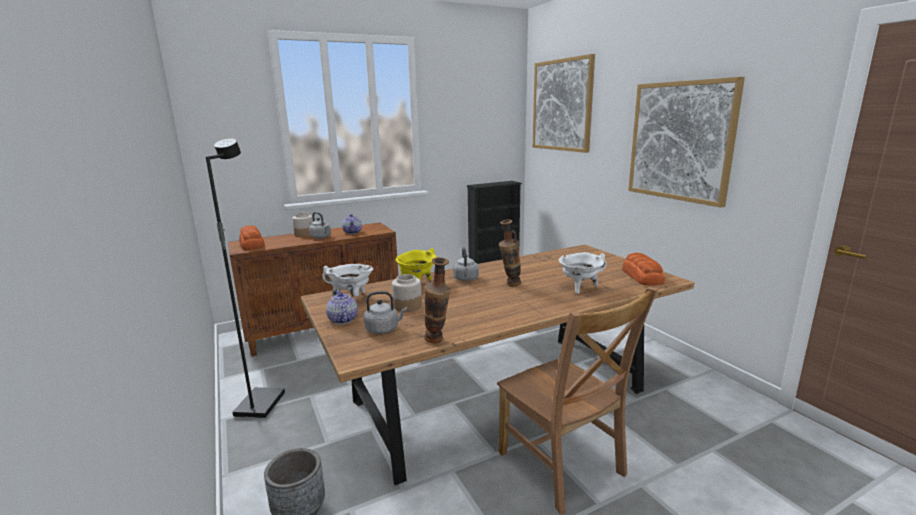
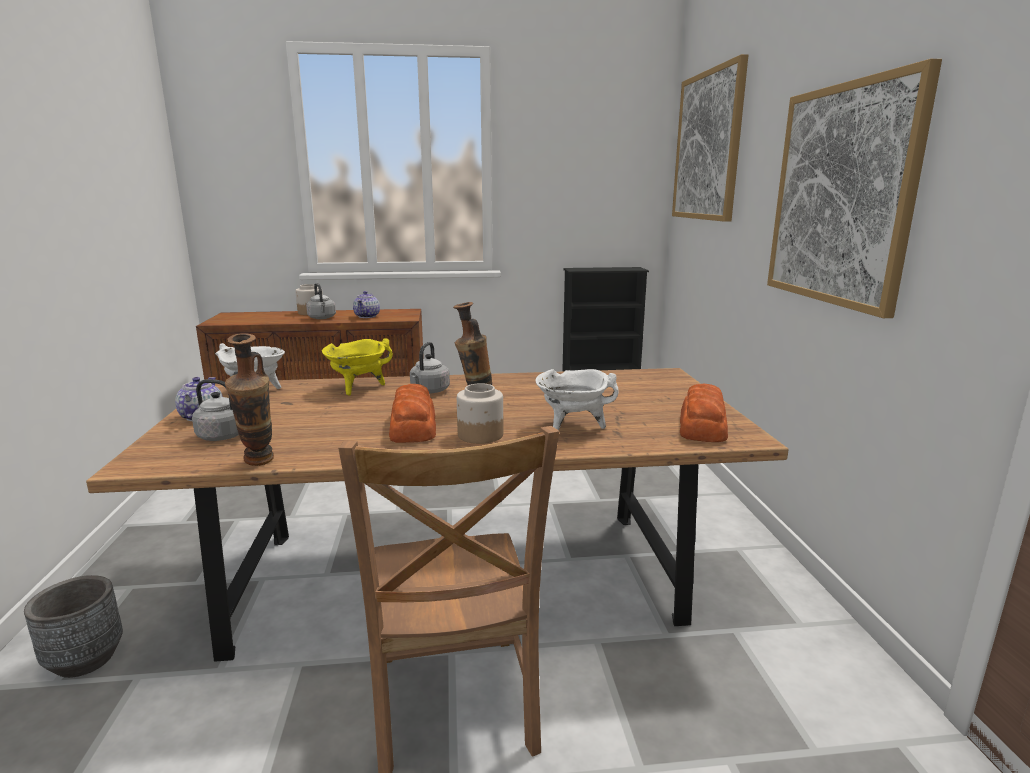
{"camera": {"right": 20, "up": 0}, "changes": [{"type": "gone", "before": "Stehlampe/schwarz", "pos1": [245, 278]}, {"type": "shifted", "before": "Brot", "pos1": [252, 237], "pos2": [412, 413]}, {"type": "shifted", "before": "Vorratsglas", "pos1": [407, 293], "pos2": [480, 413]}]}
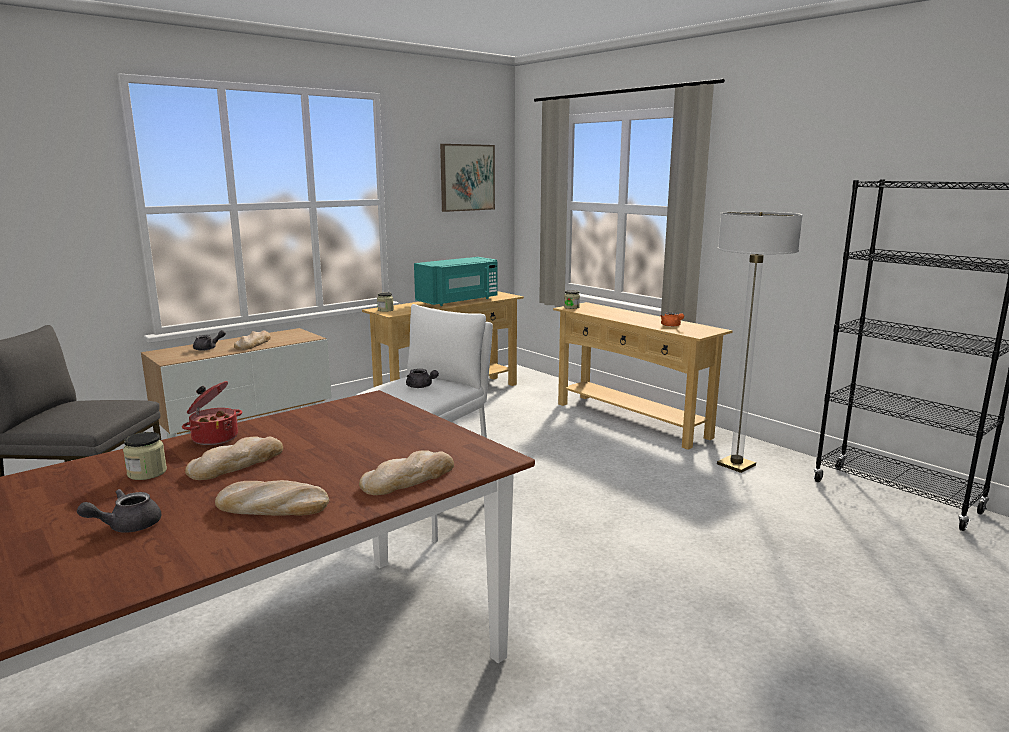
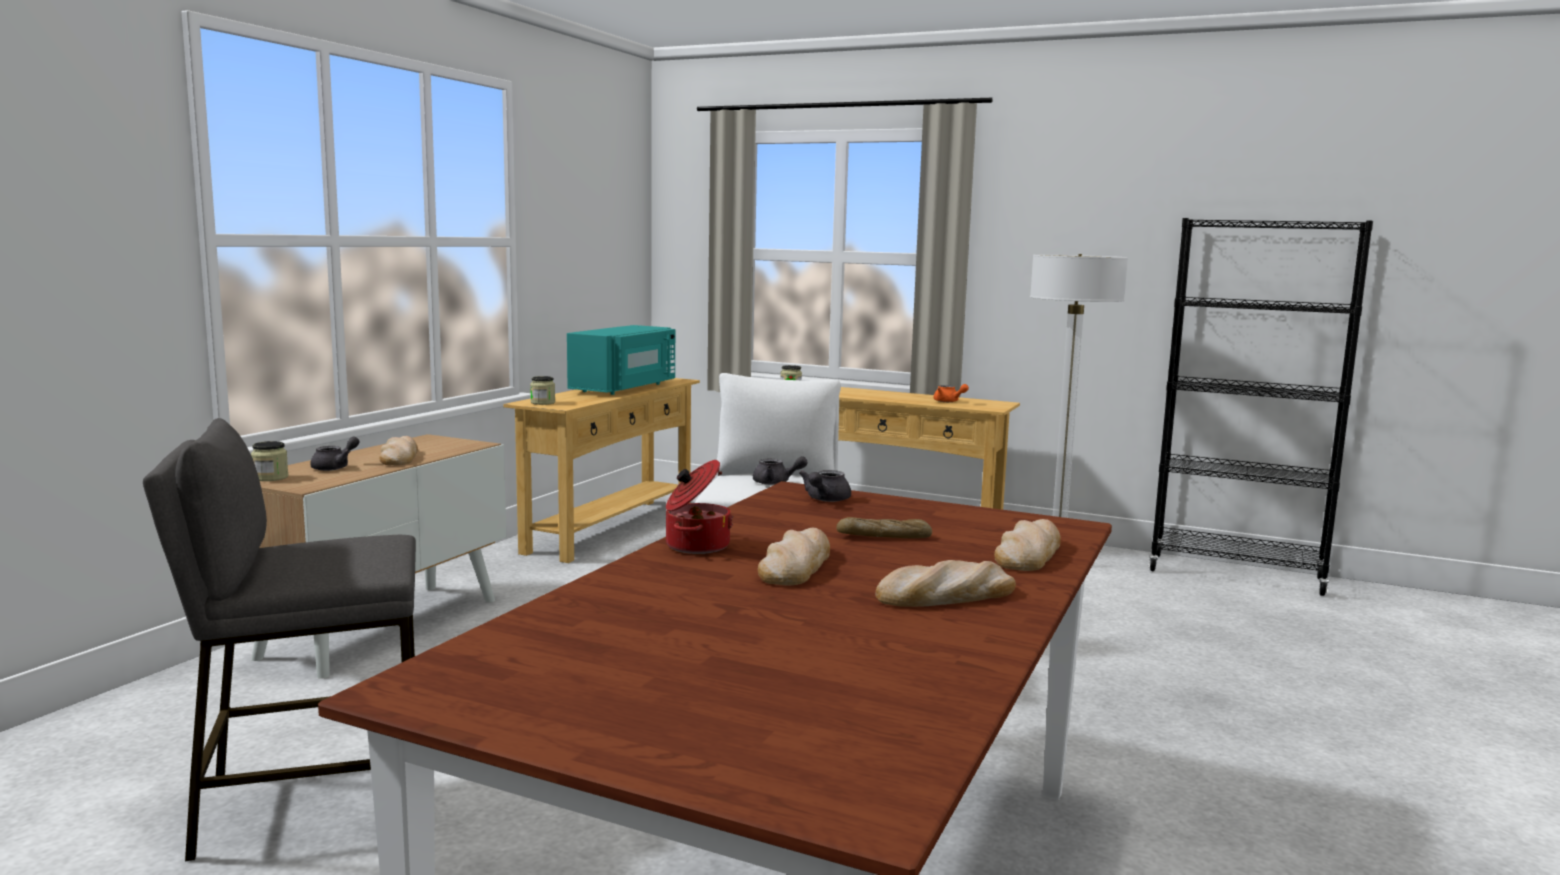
{"camera": {"right": -25, "up": -5}, "changes": [{"type": "gone", "before": "Bild", "pos1": [467, 178]}, {"type": "new", "after": "Brot", "pos2": [884, 527]}, {"type": "shifted", "before": "Teekanne/grau", "pos1": [119, 511], "pos2": [825, 486]}, {"type": "shifted", "before": "Vorratsglas", "pos1": [145, 456], "pos2": [269, 461]}]}
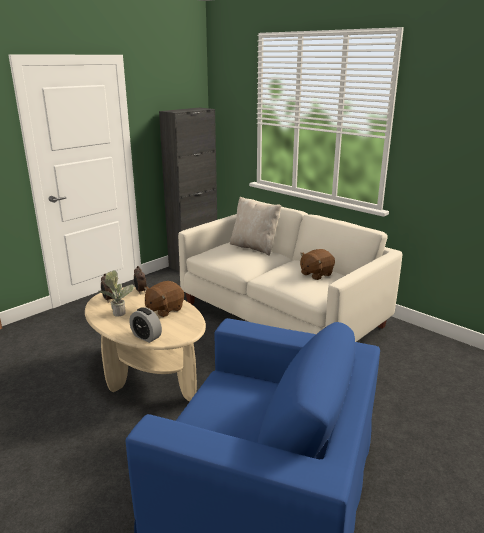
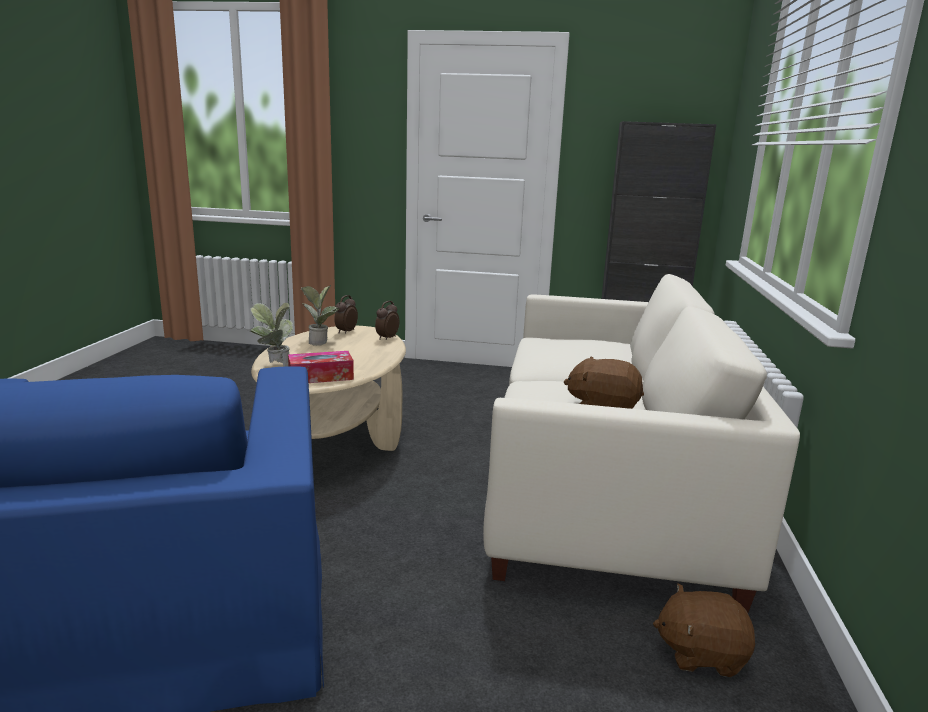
{"camera": {"right": 55, "up": -5}, "changes": [{"type": "gone", "before": "Kissen/beige", "pos1": [255, 226]}, {"type": "new", "after": "Taschentuchbox", "pos2": [321, 367]}, {"type": "shifted", "before": "Plüschtier/braun", "pos1": [164, 299], "pos2": [704, 630]}, {"type": "swapped", "before": "Wecker", "after": "Topfpflanze", "pos1": [145, 325], "pos2": [271, 335]}]}
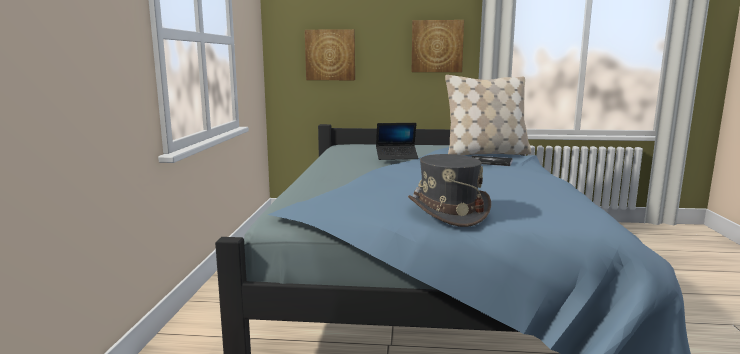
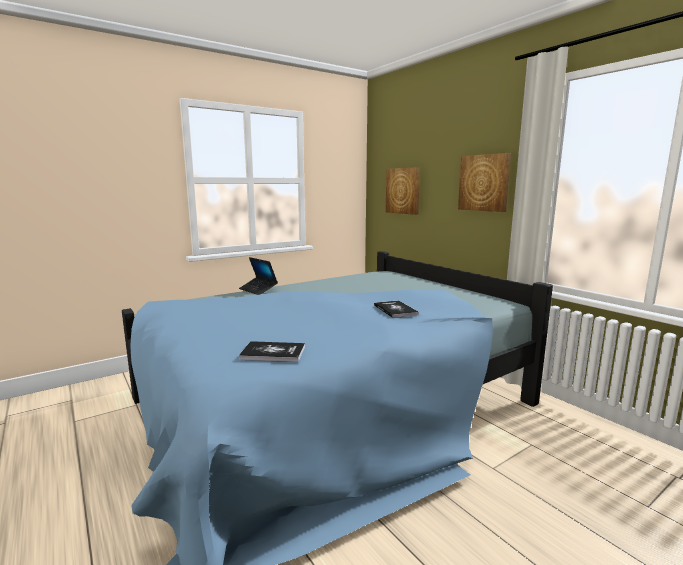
{"camera": {"right": 50, "up": 0}, "changes": [{"type": "gone", "before": "Hut/grau", "pos1": [449, 190]}, {"type": "gone", "before": "Kissen/beige", "pos1": [488, 115]}, {"type": "new", "after": "Buch", "pos2": [272, 351]}, {"type": "shifted", "before": "Laptop", "pos1": [397, 141], "pos2": [258, 276]}]}
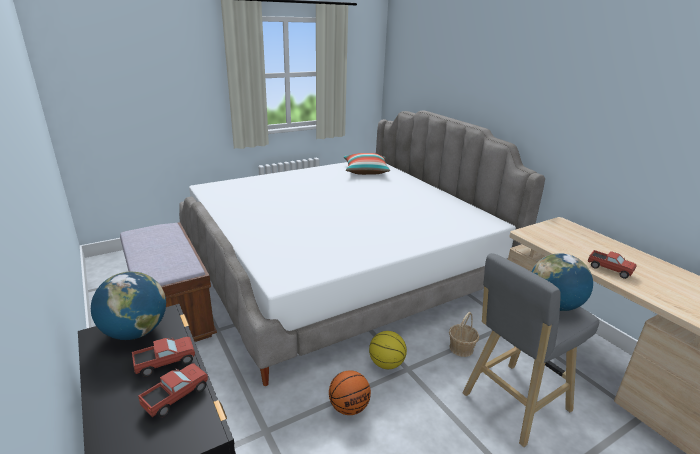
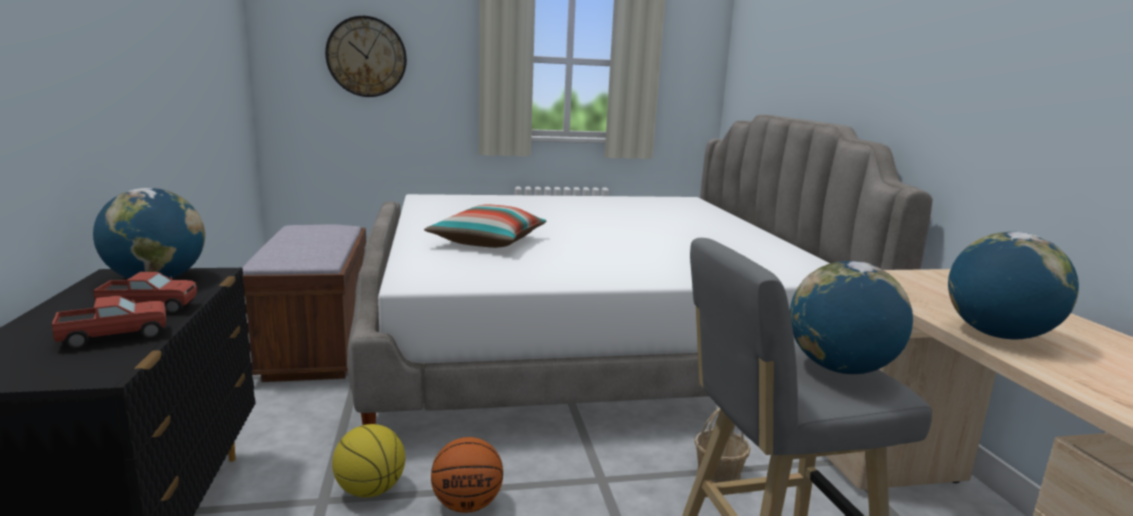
{"camera": {"right": 20, "up": -10}, "changes": [{"type": "new", "after": "Wanduhr", "pos2": [366, 56]}, {"type": "shifted", "before": "Kissen", "pos1": [367, 164], "pos2": [485, 226]}, {"type": "shifted", "before": "Basketball", "pos1": [388, 350], "pos2": [368, 460]}, {"type": "swapped", "before": "Spielzeuglaster", "after": "Globus", "pos1": [612, 264], "pos2": [1013, 285]}]}
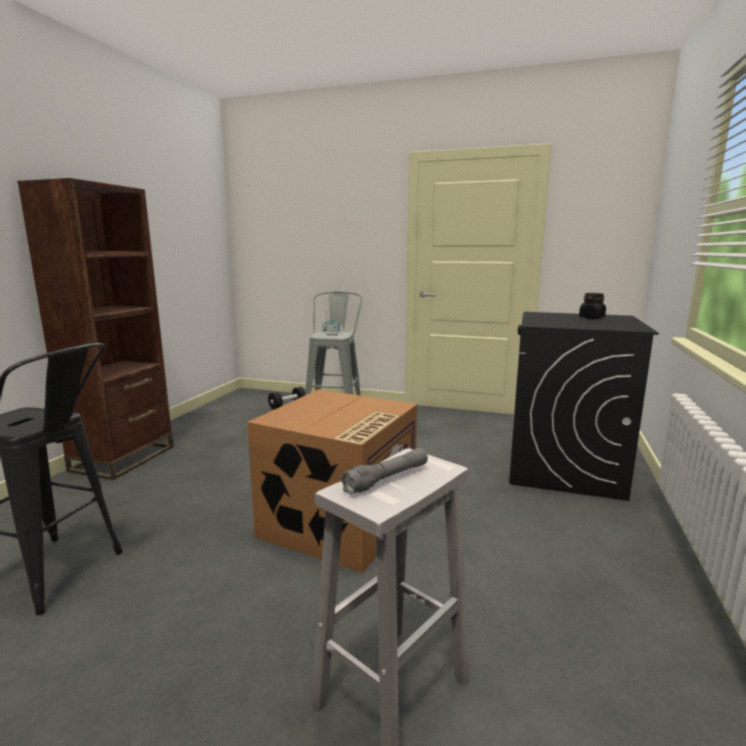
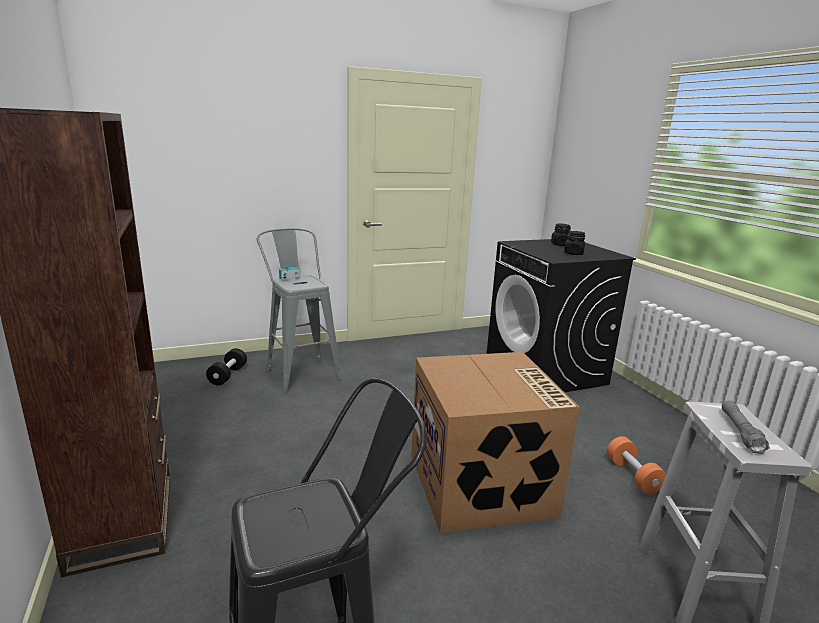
{"camera": {"right": -40, "up": 5}, "changes": [{"type": "new", "after": "Vorratsglas/schwarz", "pos2": [574, 243]}, {"type": "new", "after": "Hantel/orange", "pos2": [636, 465]}]}
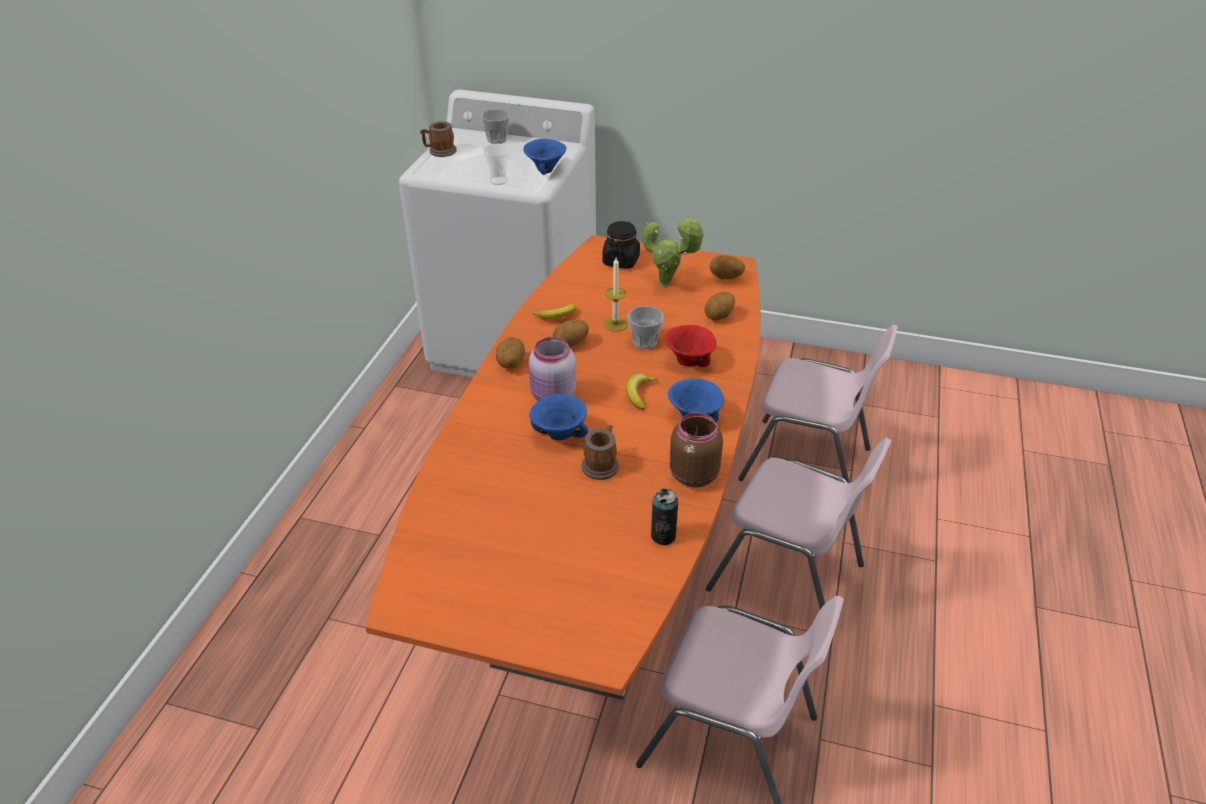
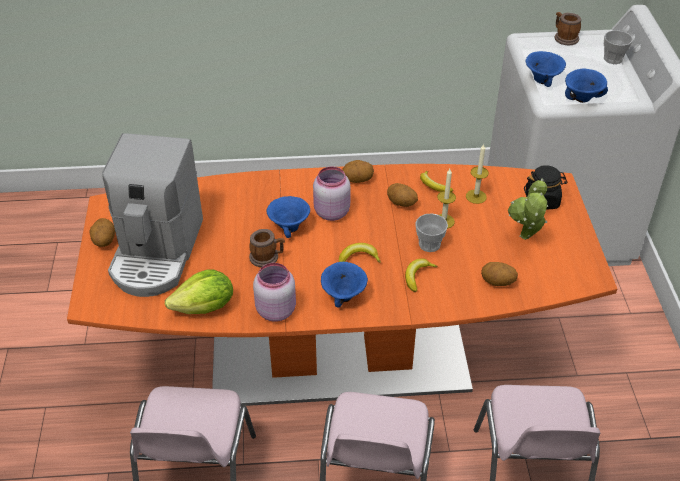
{"camera": {"right": 70, "up": 5}, "changes": [{"type": "new", "after": "Kaffeemaschine", "pos2": [152, 215]}, {"type": "new", "after": "Kerze", "pos2": [477, 174]}, {"type": "shifted", "before": "Kartoffel", "pos1": [727, 267], "pos2": [102, 232]}, {"type": "swapped", "before": "Tasse", "after": "Schüssel/blau", "pos1": [496, 164], "pos2": [545, 69]}, {"type": "swapped", "before": "Dose", "after": "Salatkopf", "pos1": [664, 517], "pos2": [199, 291]}, {"type": "swapped", "before": "Schüssel/rot", "after": "Banane", "pos1": [690, 346], "pos2": [421, 275]}, {"type": "repainted", "before": "Vorratsglas/braun", "after": "Vorratsglas/rosa", "pos1": [696, 450], "pos2": [274, 292]}]}
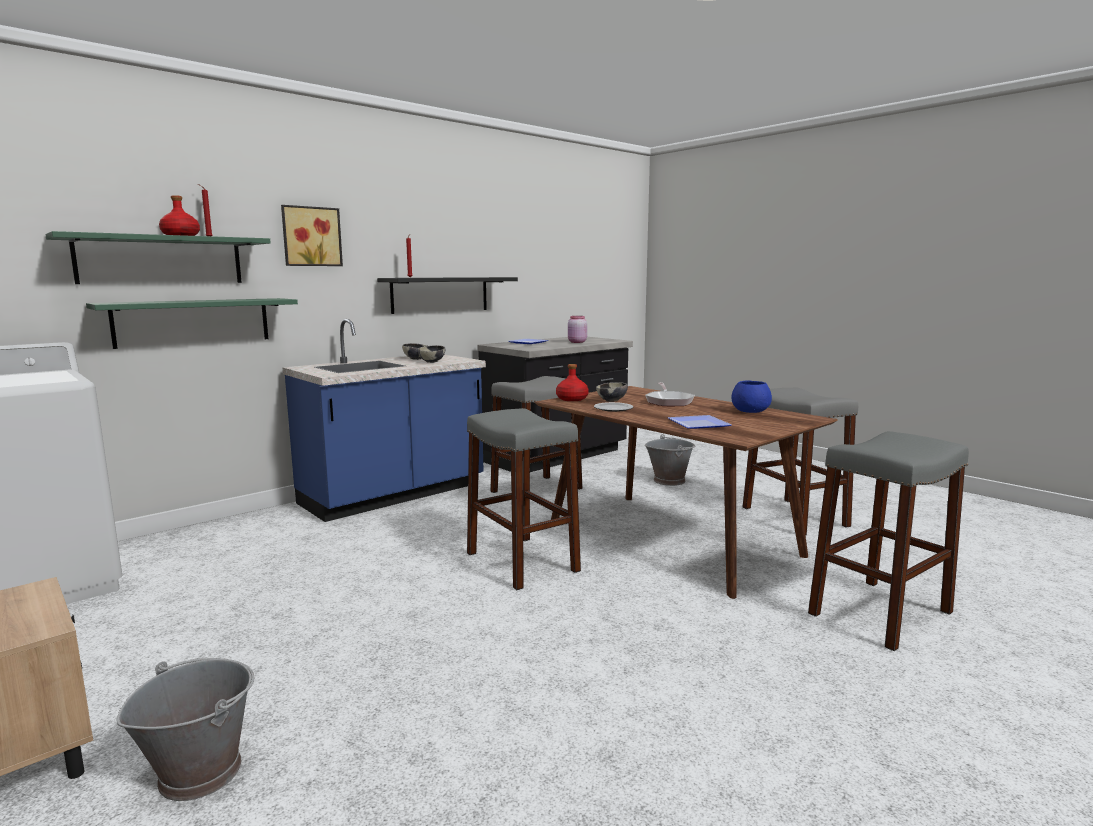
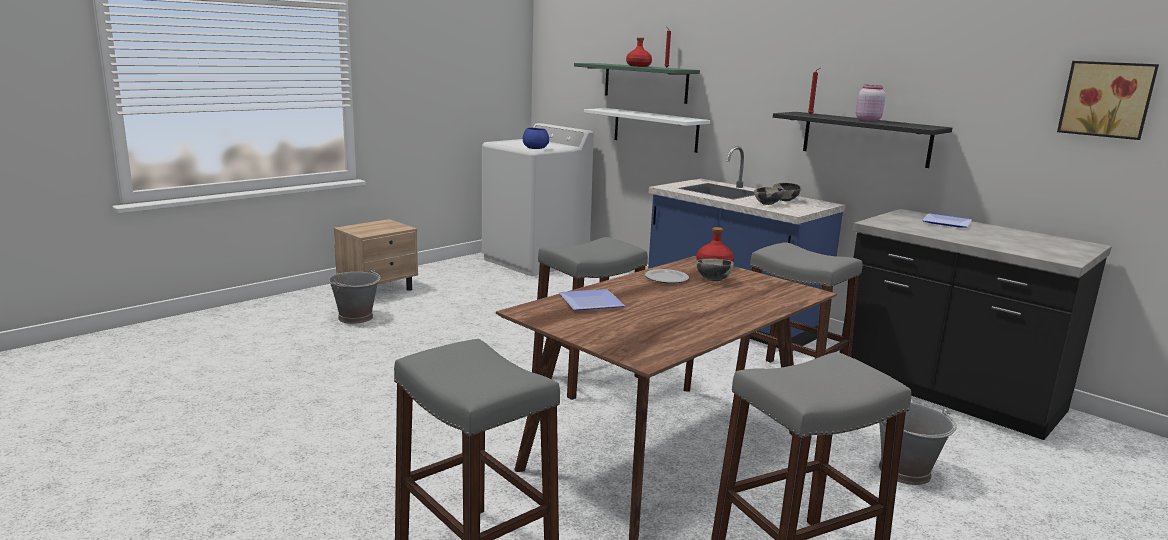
{"camera": {"right": 85, "up": 5}, "changes": [{"type": "gone", "before": "Pfanne", "pos1": [670, 394]}, {"type": "shifted", "before": "Bild", "pos1": [312, 235], "pos2": [1108, 100]}, {"type": "shifted", "before": "Vorratsglas/rosa", "pos1": [577, 329], "pos2": [871, 103]}, {"type": "shifted", "before": "Schüssel/blau", "pos1": [751, 396], "pos2": [536, 138]}, {"type": "repainted", "before": "Wandregal/grün", "after": "Wandregal/weiß", "pos1": [192, 323], "pos2": [647, 130]}]}
